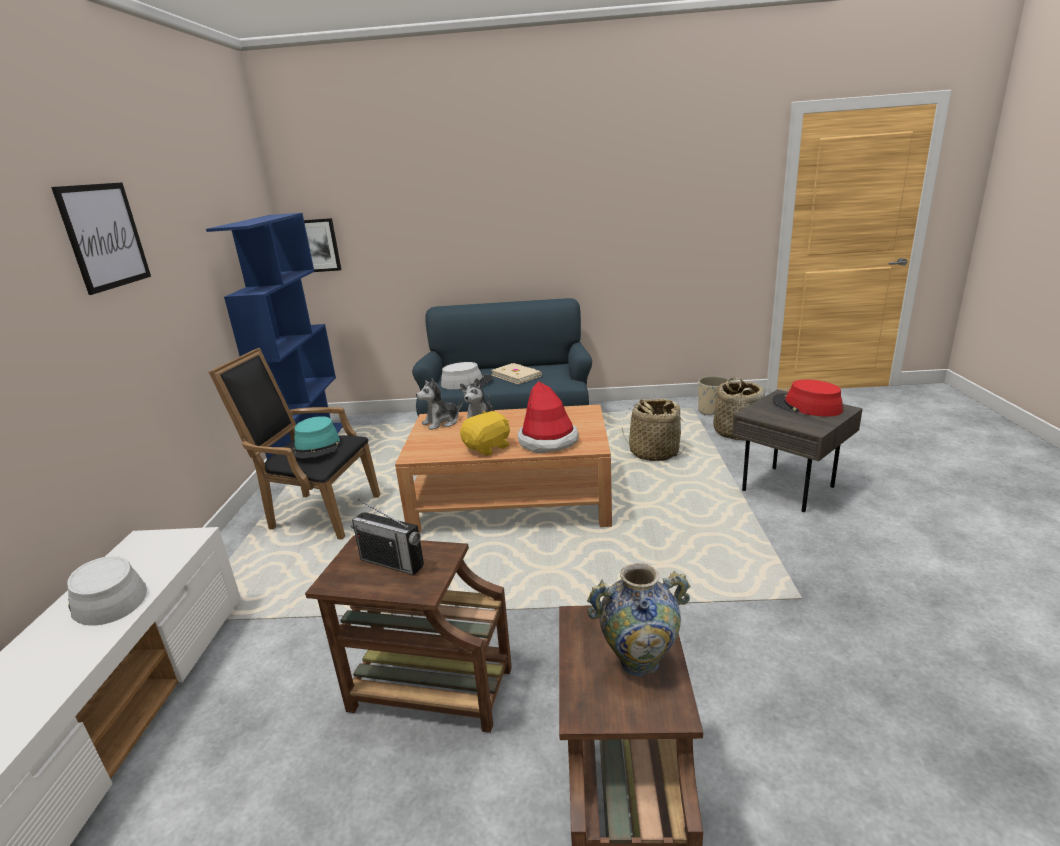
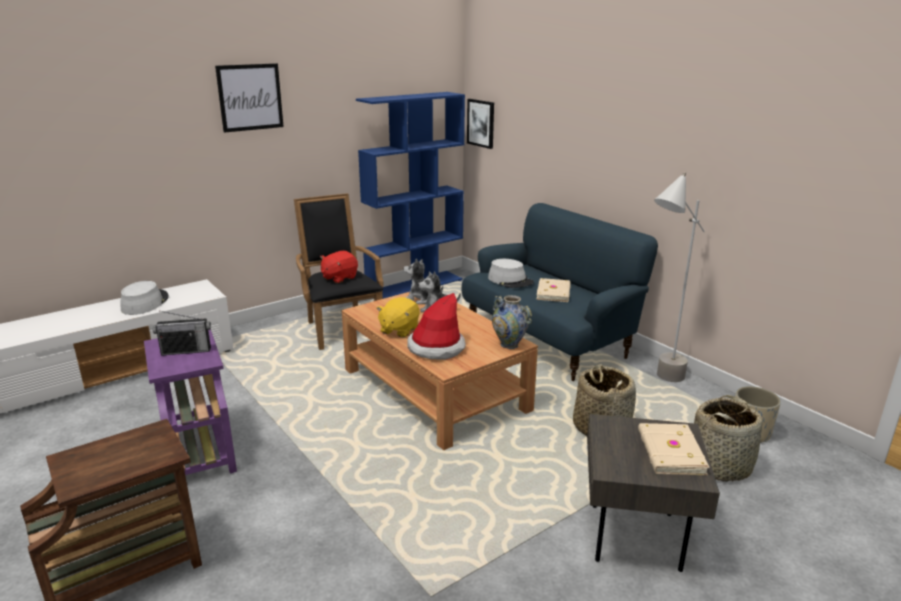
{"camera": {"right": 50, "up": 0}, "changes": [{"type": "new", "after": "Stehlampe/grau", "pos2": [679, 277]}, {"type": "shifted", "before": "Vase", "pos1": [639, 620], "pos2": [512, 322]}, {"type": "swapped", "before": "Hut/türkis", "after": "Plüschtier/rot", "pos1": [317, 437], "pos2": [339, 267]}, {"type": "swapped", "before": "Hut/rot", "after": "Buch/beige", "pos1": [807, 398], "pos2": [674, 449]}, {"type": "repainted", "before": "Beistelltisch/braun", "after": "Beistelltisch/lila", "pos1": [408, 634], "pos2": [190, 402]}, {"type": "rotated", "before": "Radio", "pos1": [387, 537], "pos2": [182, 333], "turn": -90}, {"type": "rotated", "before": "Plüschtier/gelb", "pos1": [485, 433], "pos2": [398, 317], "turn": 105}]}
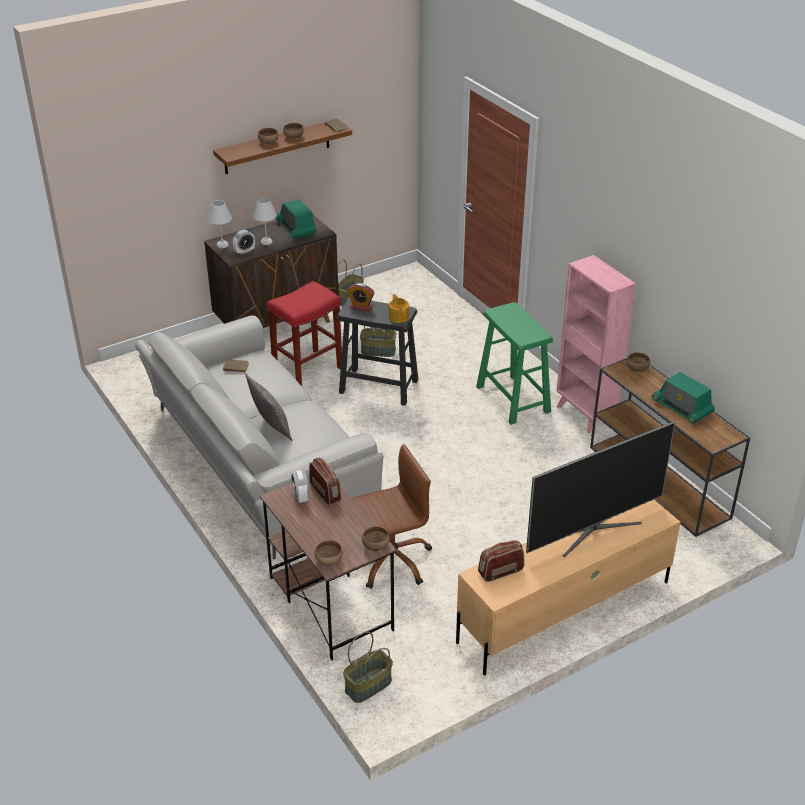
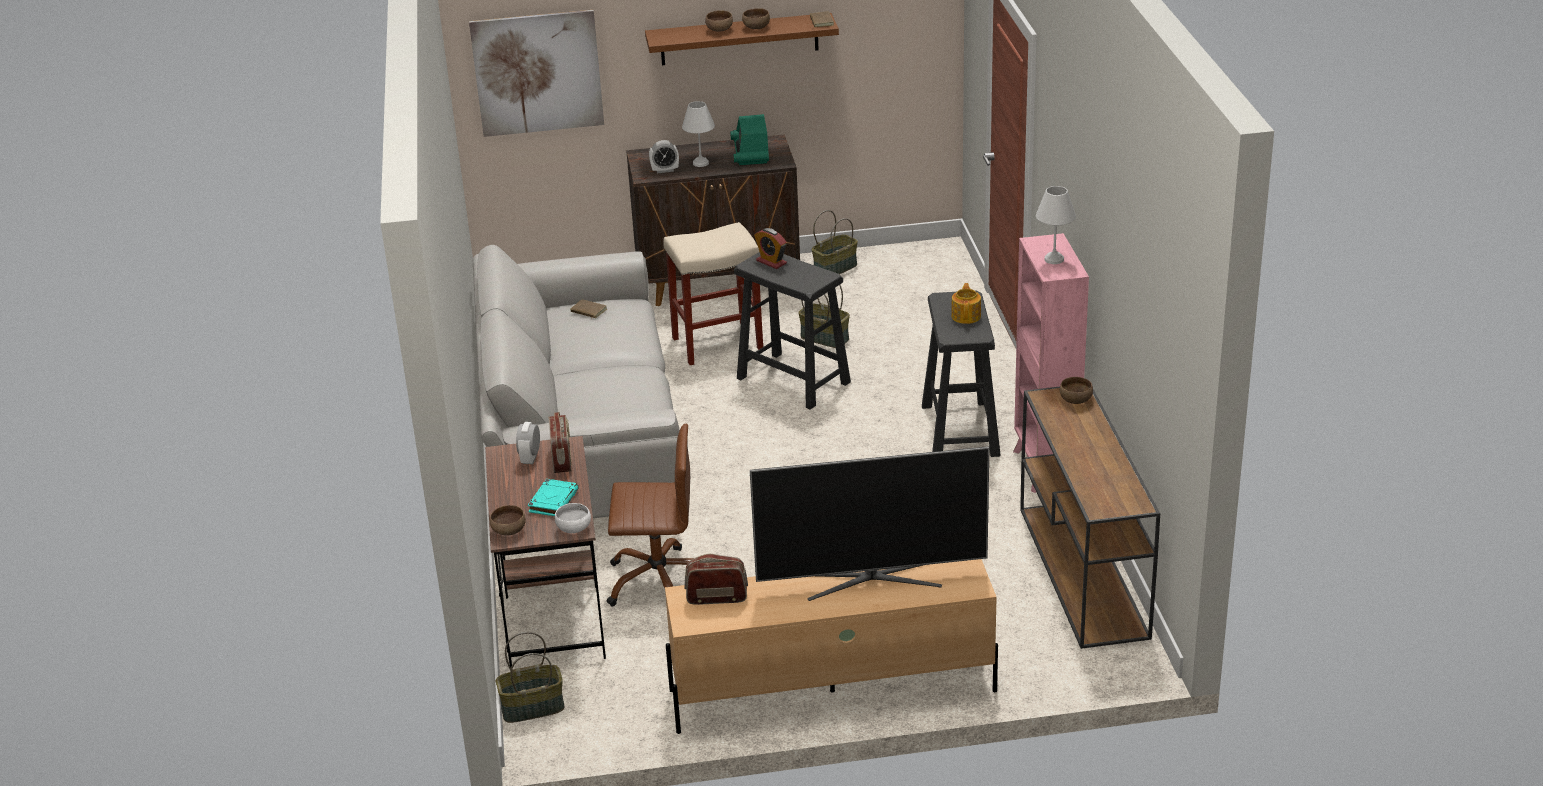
{"camera": {"right": 25, "up": -5}, "changes": [{"type": "gone", "before": "Kissen", "pos1": [269, 407]}, {"type": "gone", "before": "Radio", "pos1": [683, 398]}, {"type": "new", "after": "Bild", "pos2": [536, 73]}, {"type": "new", "after": "Buch/türkis", "pos2": [553, 497]}, {"type": "shifted", "before": "Tischlampe/weiß", "pos1": [220, 224], "pos2": [1056, 225]}, {"type": "shifted", "before": "Teekanne", "pos1": [399, 308], "pos2": [966, 303]}, {"type": "repainted", "before": "Hocker/rot", "after": "Hocker/beige", "pos1": [304, 333], "pos2": [713, 293]}, {"type": "repainted", "before": "Schüssel/braun", "after": "Schüssel/weiß", "pos1": [376, 538], "pos2": [573, 518]}, {"type": "repainted", "before": "Hocker/grün", "after": "Hocker/schwarz", "pos1": [514, 363], "pos2": [961, 373]}]}
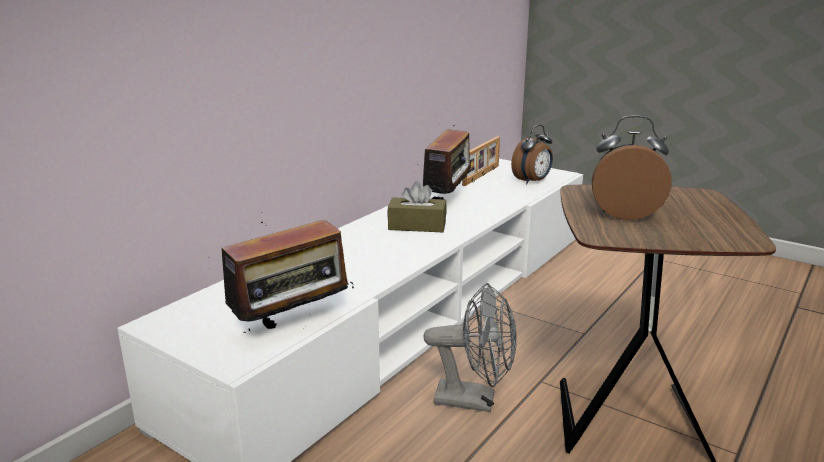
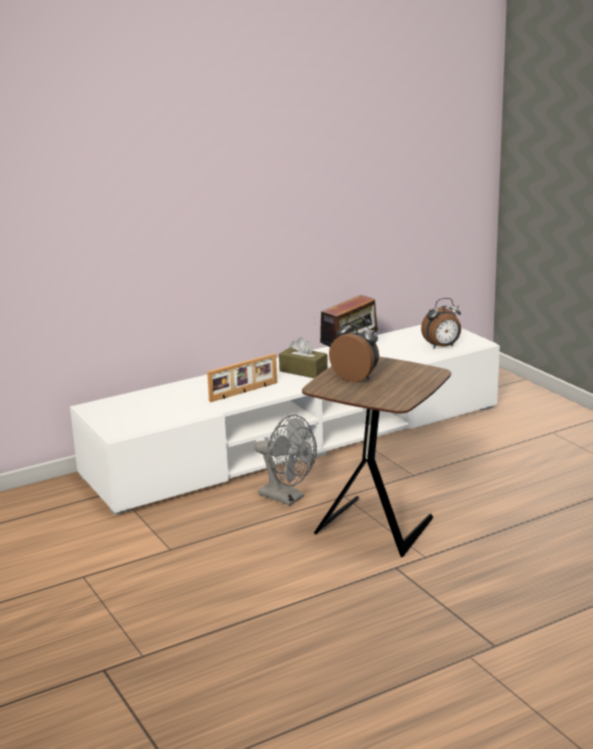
{"camera": {"right": 25, "up": 0}, "changes": [{"type": "gone", "before": "Radio", "pos1": [288, 272]}, {"type": "shifted", "before": "Bilderrahmen", "pos1": [481, 161], "pos2": [242, 377]}]}
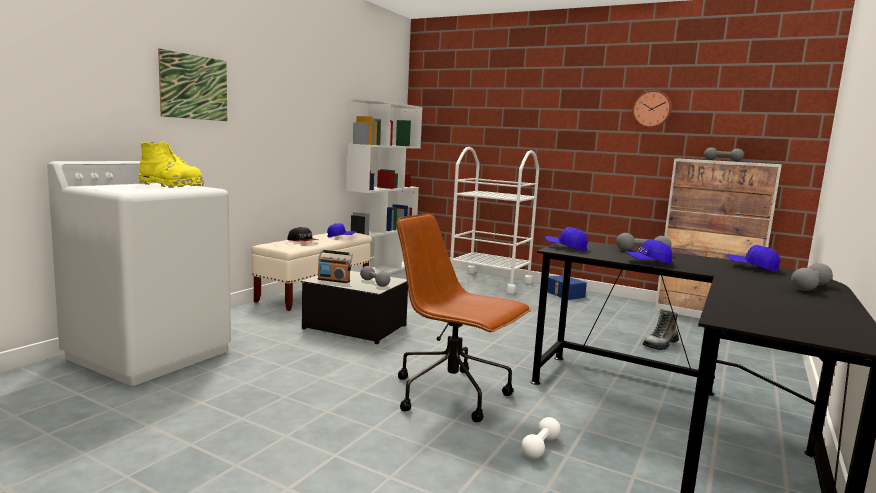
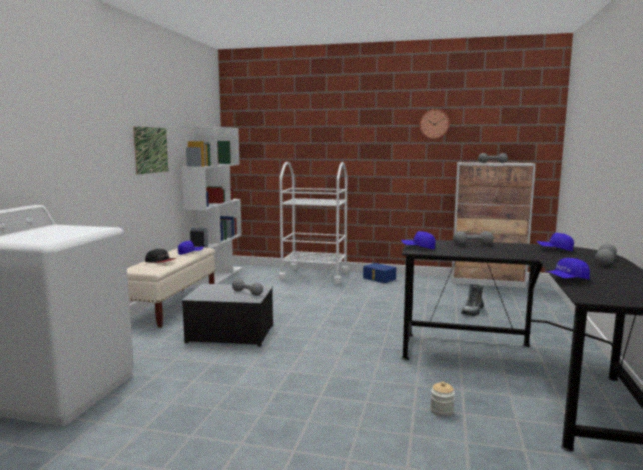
{"camera": {"right": -15, "up": 0}, "changes": [{"type": "gone", "before": "Stiefel/gelb", "pos1": [171, 164]}, {"type": "gone", "before": "Radio", "pos1": [335, 266]}, {"type": "gone", "before": "Bürostuhl/braun", "pos1": [463, 318]}, {"type": "shifted", "before": "Bild", "pos1": [192, 84], "pos2": [150, 150]}, {"type": "shifted", "before": "Kappe/blau", "pos1": [648, 252], "pos2": [568, 269]}, {"type": "swapped", "before": "Hantel/weiß", "after": "Vorratsglas", "pos1": [541, 438], "pos2": [442, 399]}]}
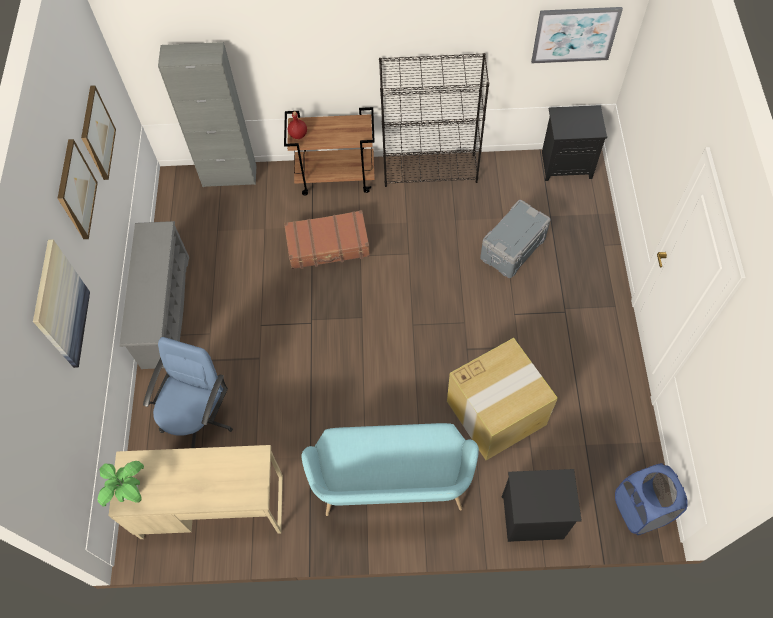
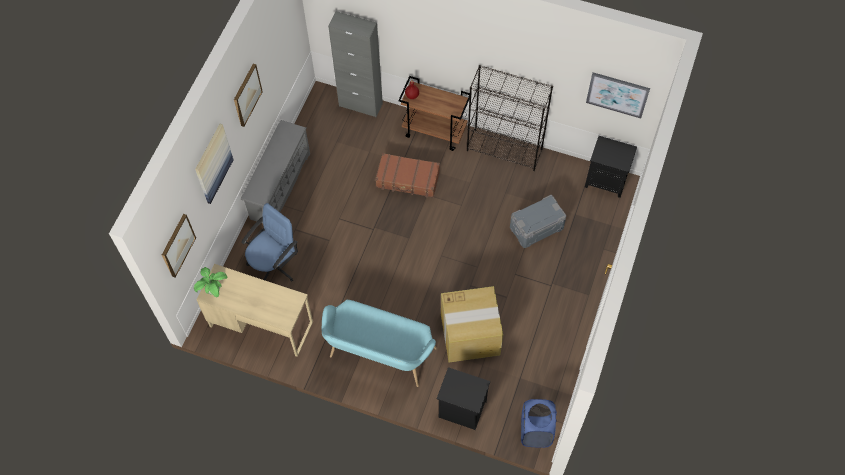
{"camera": {"right": 20, "up": 0}, "changes": [{"type": "shifted", "before": "Bild", "pos1": [98, 132], "pos2": [179, 246]}]}
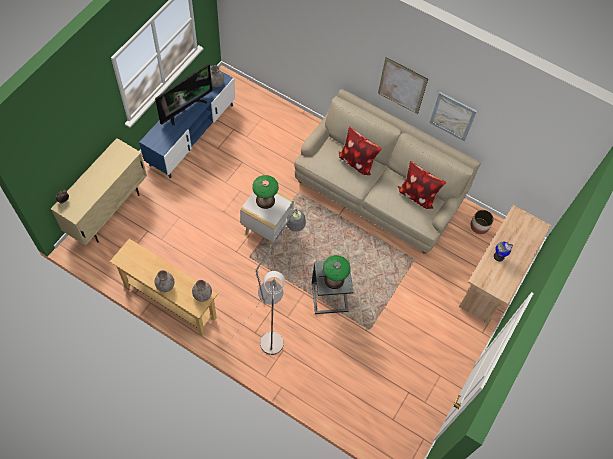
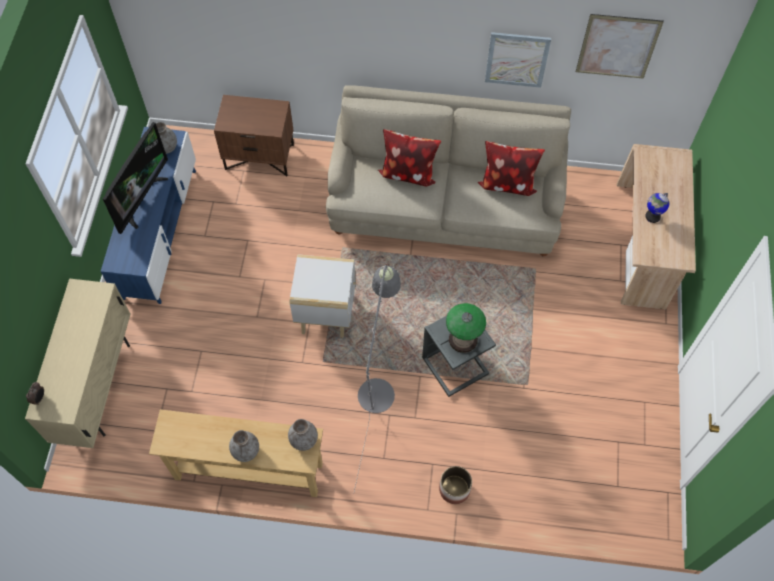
{"camera": {"right": -20, "up": 0}, "changes": [{"type": "gone", "before": "Tischlampe", "pos1": [265, 192]}, {"type": "gone", "before": "Stehlampe/grau", "pos1": [272, 313]}, {"type": "new", "after": "Nachttisch/braun", "pos2": [254, 135]}, {"type": "shifted", "before": "Bild", "pos1": [403, 85], "pos2": [620, 46]}, {"type": "shifted", "before": "Pflanzkübel", "pos1": [482, 222], "pos2": [455, 485]}]}
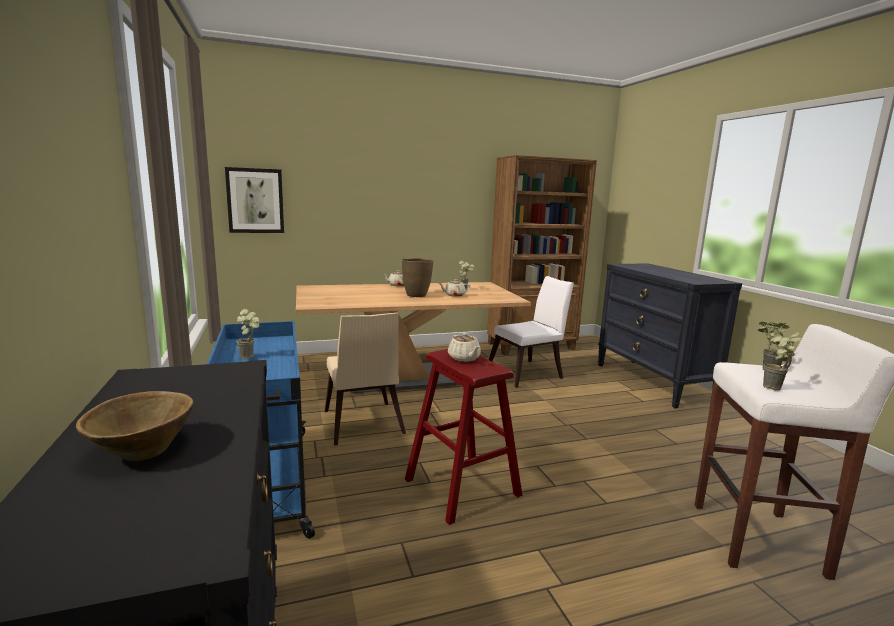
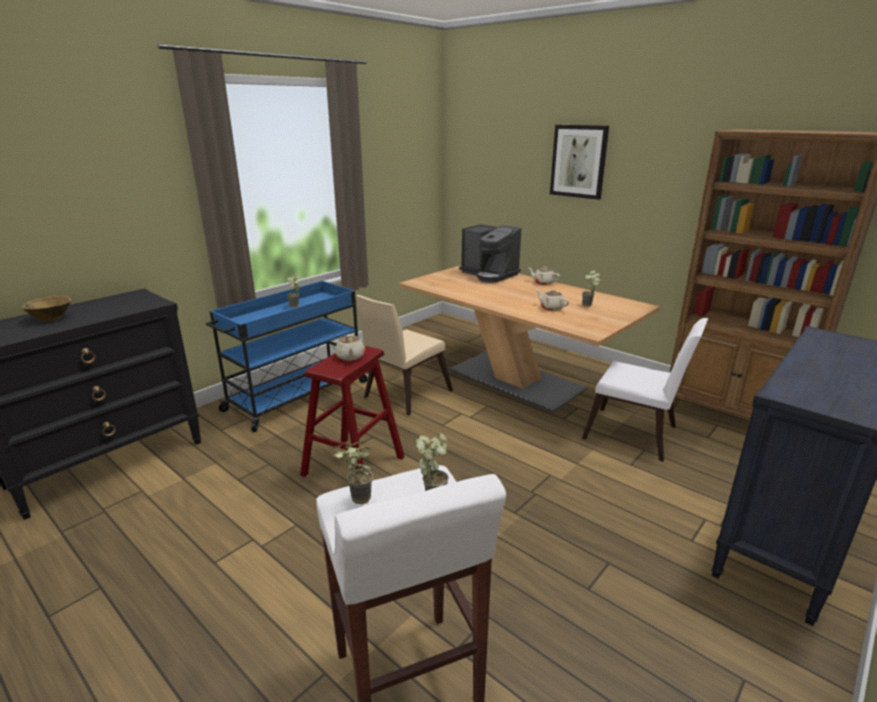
{"camera": {"right": 60, "up": 10}, "changes": [{"type": "gone", "before": "Vase/braun", "pos1": [417, 277]}, {"type": "new", "after": "Kaffeemaschine", "pos2": [490, 253]}, {"type": "shifted", "before": "Bild", "pos1": [254, 200], "pos2": [579, 162]}, {"type": "rotated", "before": "Teekanne/beige", "pos1": [464, 347], "pos2": [350, 347], "turn": -45}]}
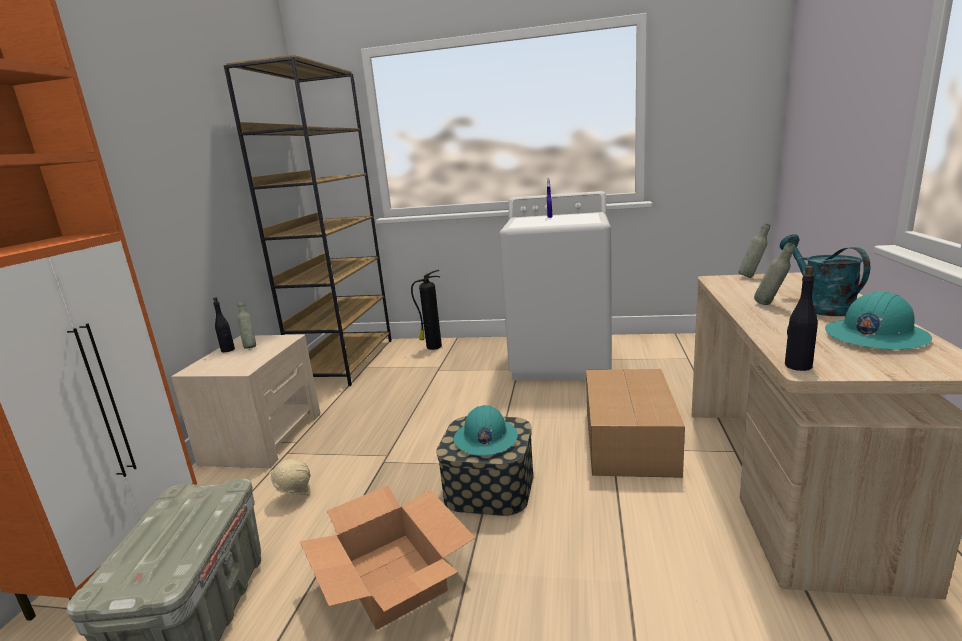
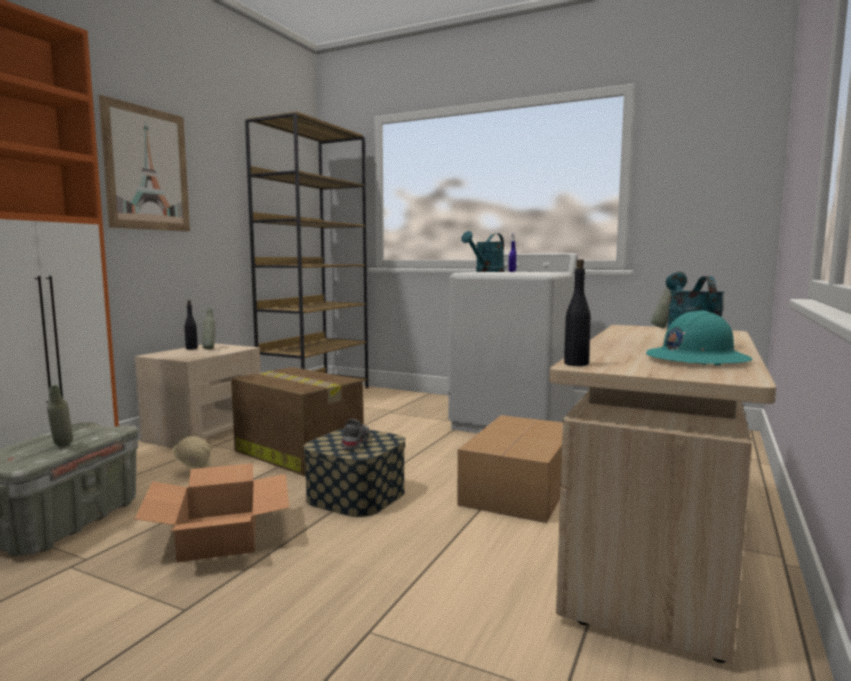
{"camera": {"right": 15, "up": -10}, "changes": [{"type": "gone", "before": "Feuerlöscher", "pos1": [426, 310]}, {"type": "new", "after": "Bild", "pos2": [144, 163]}, {"type": "new", "after": "Karton", "pos2": [297, 421]}, {"type": "new", "after": "Gießkanne/türkis", "pos2": [482, 251]}, {"type": "shifted", "before": "Flasche/grau", "pos1": [774, 274], "pos2": [60, 415]}, {"type": "swapped", "before": "Schutzhelm/türkis", "after": "Schuh/grau", "pos1": [486, 430], "pos2": [355, 434]}]}
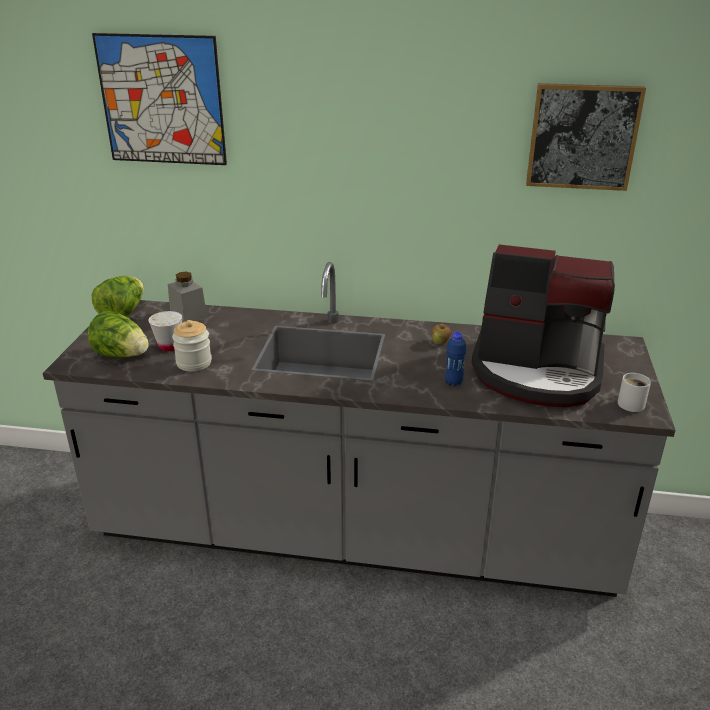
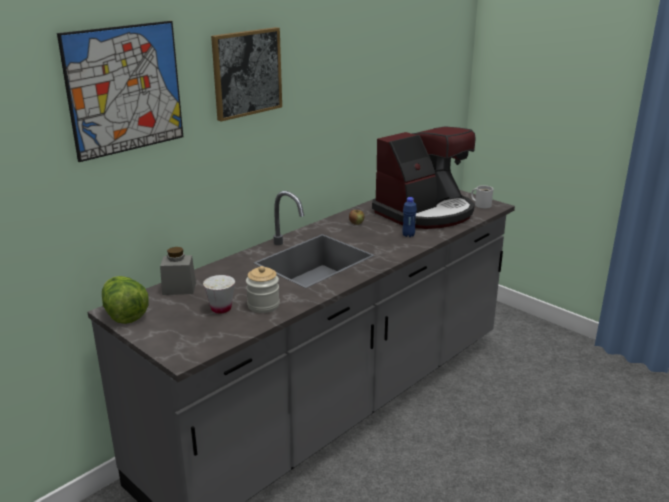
{"camera": {"right": -55, "up": -5}, "changes": [{"type": "gone", "before": "Salatkopf", "pos1": [118, 334]}, {"type": "shifted", "before": "Bild", "pos1": [586, 137], "pos2": [246, 74]}]}
